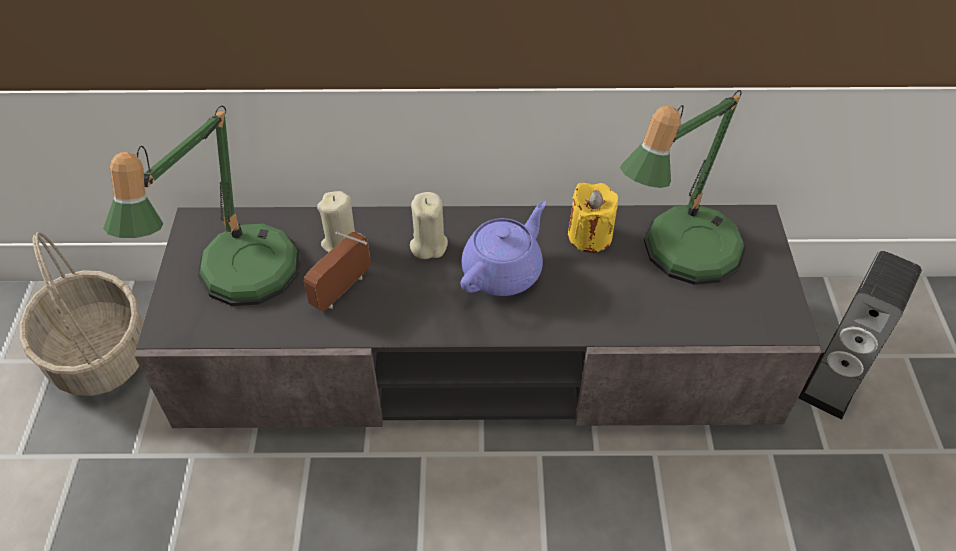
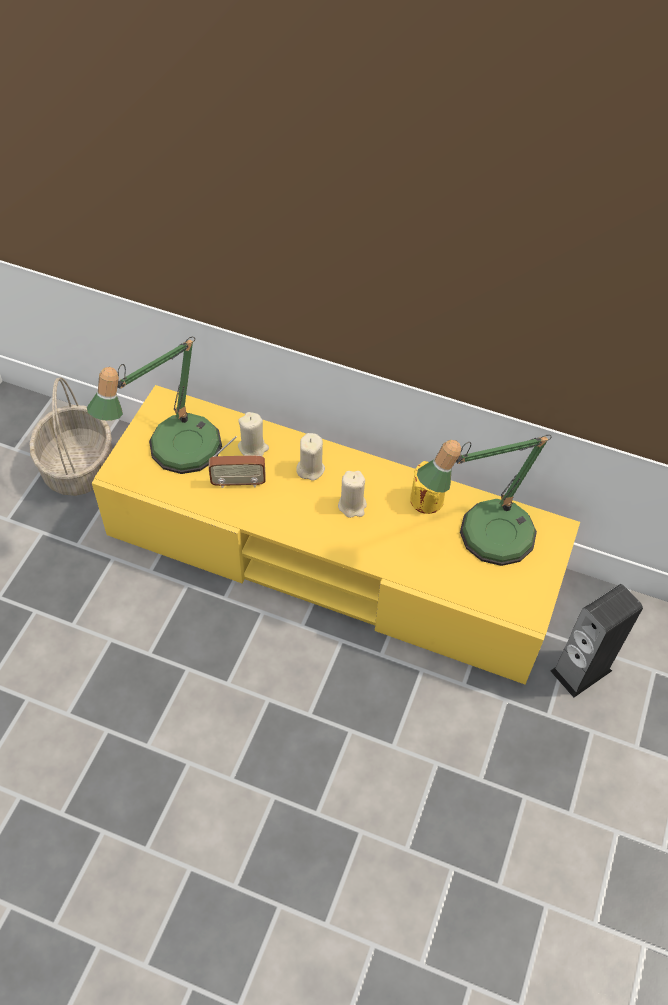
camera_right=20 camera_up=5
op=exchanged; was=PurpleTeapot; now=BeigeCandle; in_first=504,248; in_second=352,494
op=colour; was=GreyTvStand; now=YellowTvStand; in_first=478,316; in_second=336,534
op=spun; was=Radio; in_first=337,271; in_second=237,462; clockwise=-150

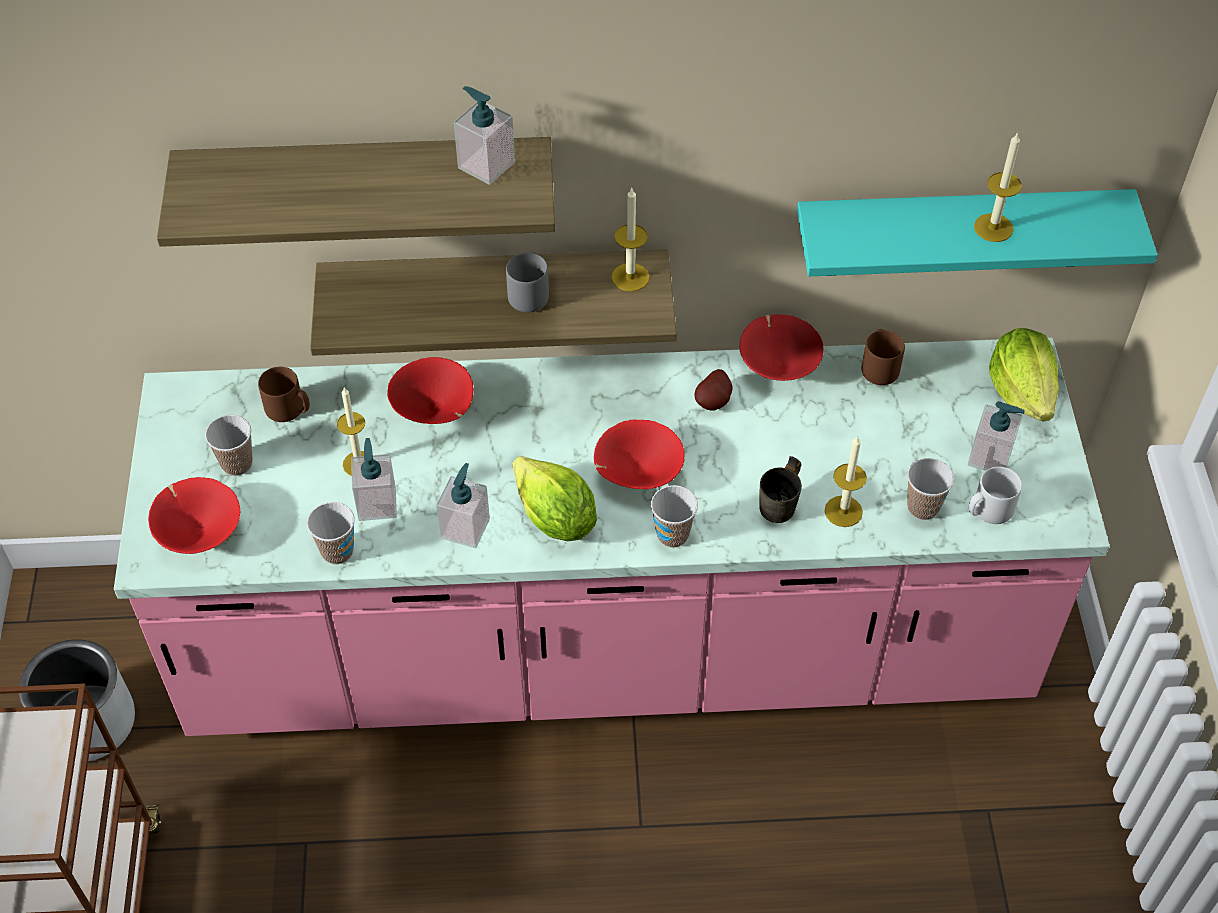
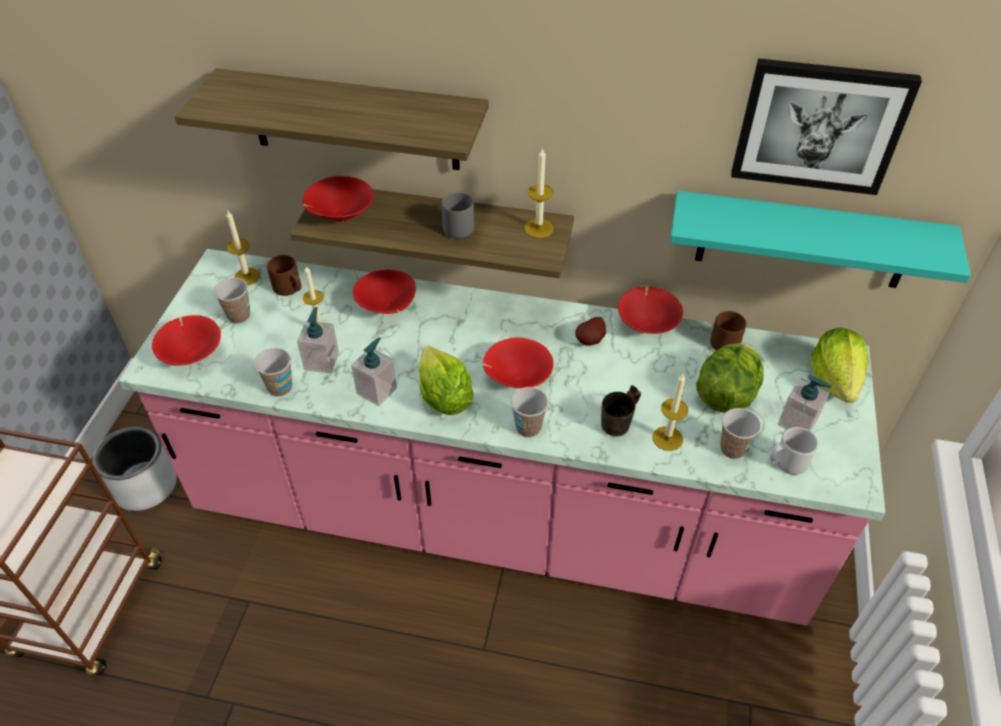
camera_right=15 camera_up=-5
op=missing; was=SoapDispenser; in_first=484,135
op=relocated; was=Candle; in_first=998,187; in_second=243,248
op=appeared; now=Picture; in_second=826,126
op=appeared; now=RedBowl; in_second=338,199
op=appeared; now=Lettuce; in_second=730,378

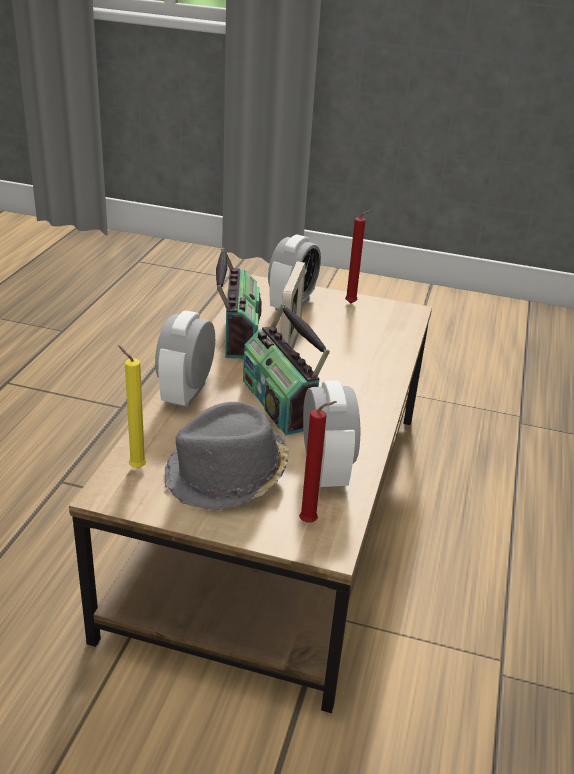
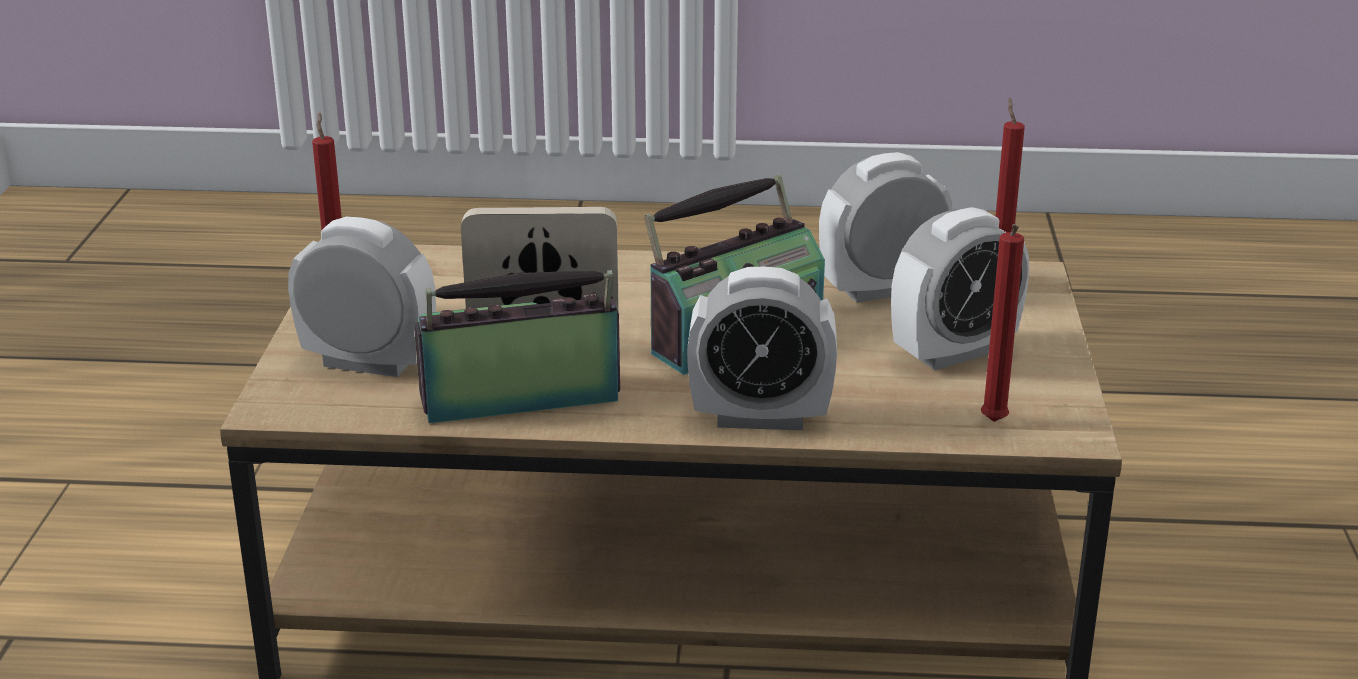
camera_right=-100 camera_up=-5
op=colour; was=YellowCandle; now=RedCandle; in_first=132,406; in_second=1002,323
op=exchanged; was=GreyHat; now=AlarmClock; in_first=227,456; in_second=960,288

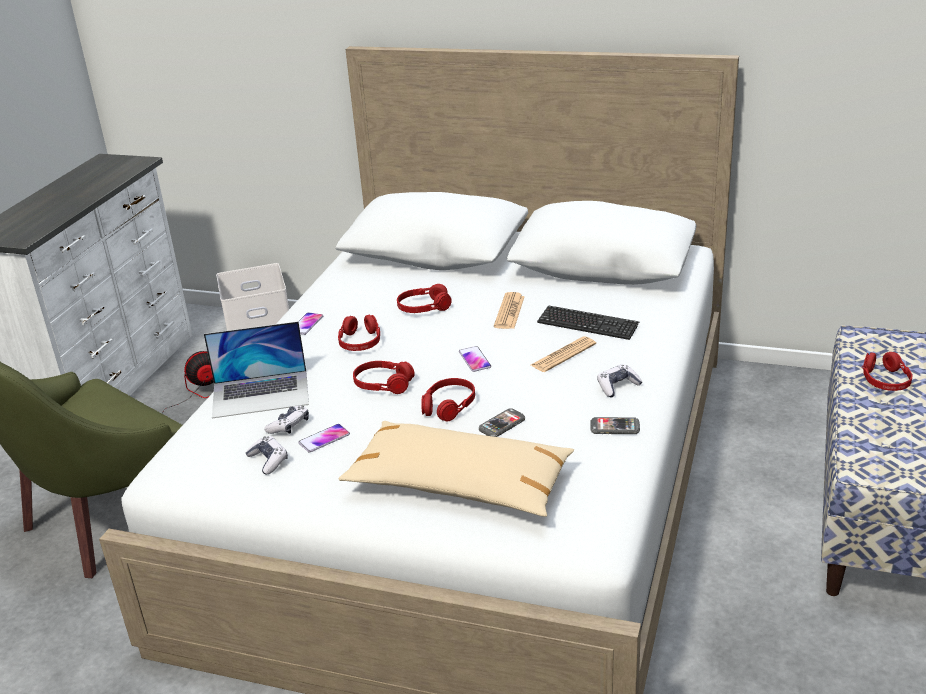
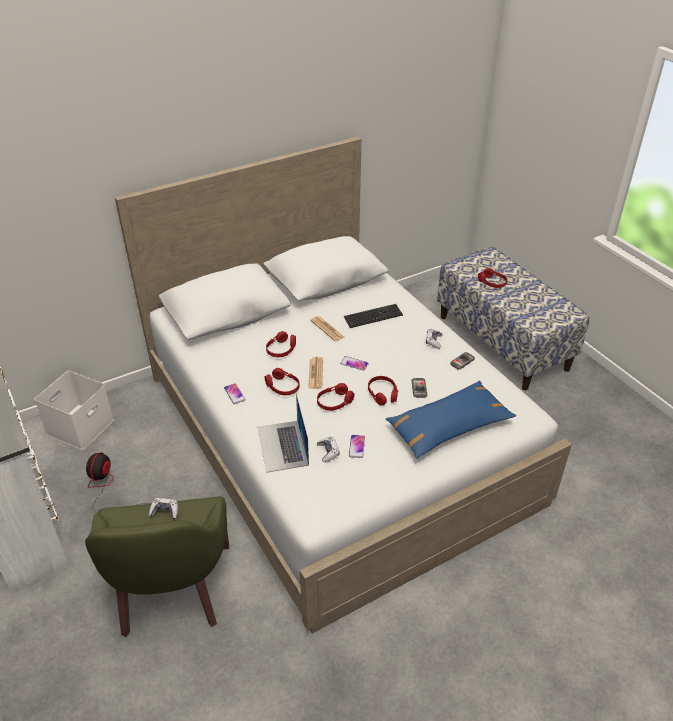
camera_right=-50 camera_up=10
op=spun; was=Laptop; in_first=256,369; in_second=283,433; clockwise=135
op=relocated; was=Newspaper; in_first=563,354; in_second=315,373
op=colour; was=BeigePillow; now=BluePillow; in_first=456,469; in_second=451,420
op=relocated; was=GameController; in_first=267,455; in_second=163,508

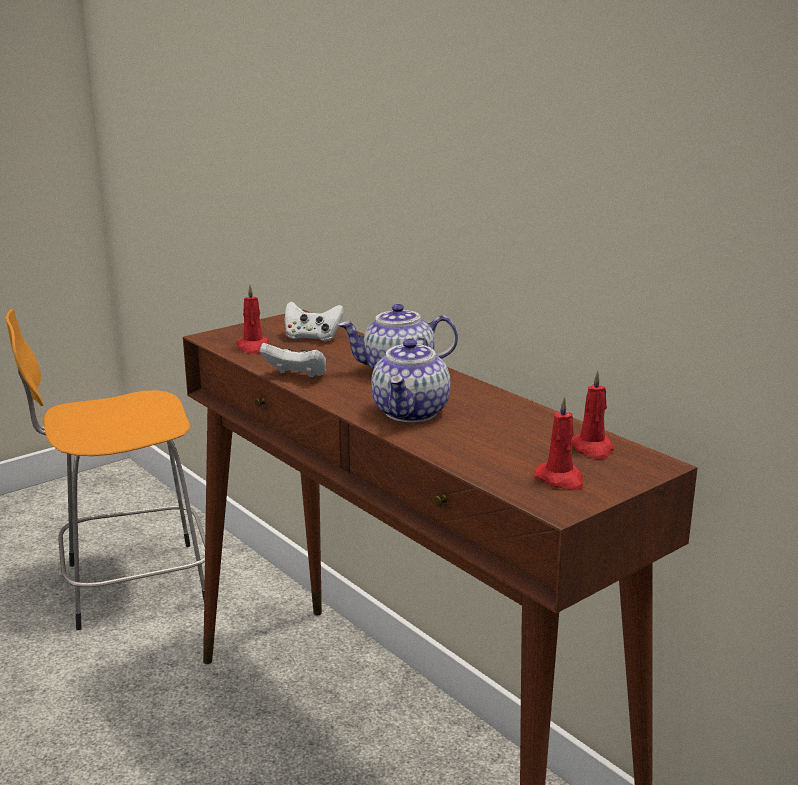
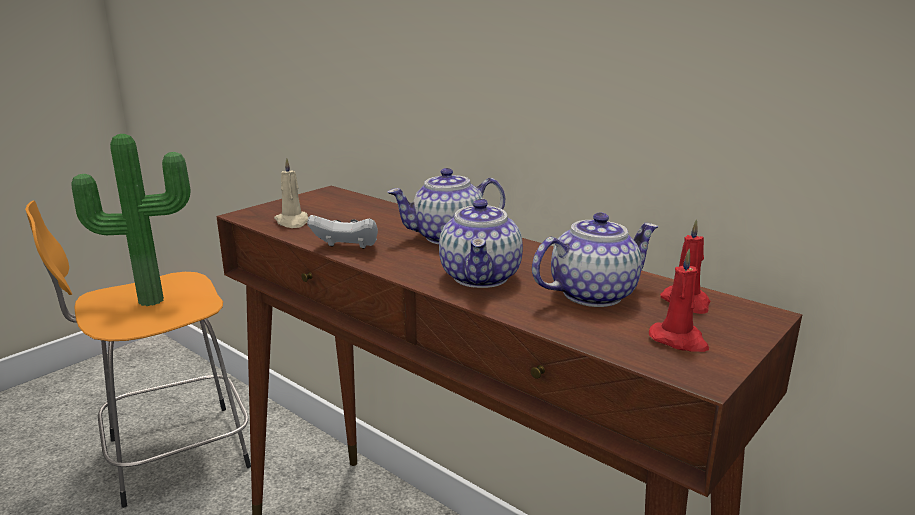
camera_right=-10 camera_up=0
op=colour; was=RedCandle; now=BeigeCandle; in_first=252,319; in_second=291,192
op=missing; was=WhiteGameController; in_first=314,321
op=appeared; now=PottedPlant; in_second=131,220
op=appeared; now=Teapot; in_second=595,259

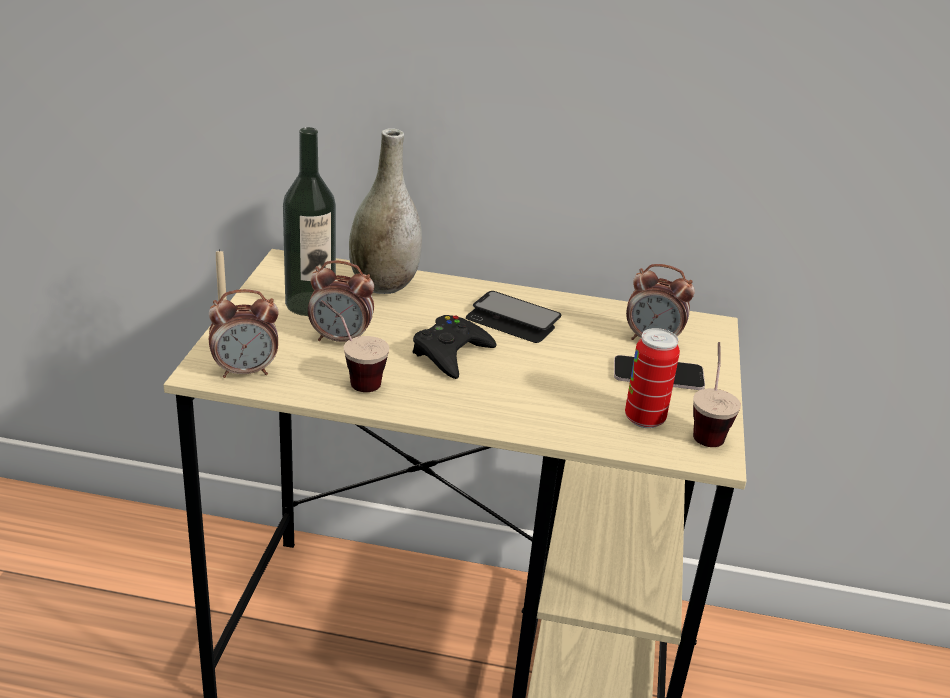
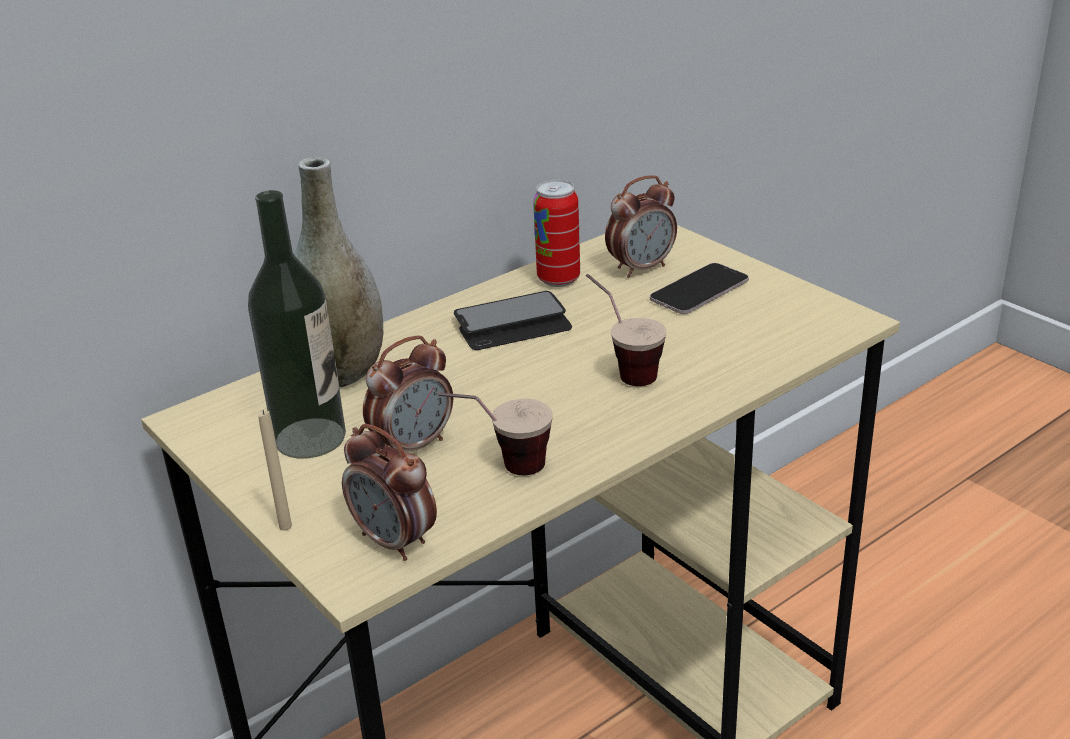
camera_right=-45 camera_up=0
op=spun; was=AlarmClock; in_first=244,333; in_second=389,492; clockwise=105
op=missing; was=BlackGameController; in_first=454,347
op=relocated; was=Can; in_first=652,378; in_second=556,233
op=relocated; was=Cup; in_first=717,394; in_second=626,330

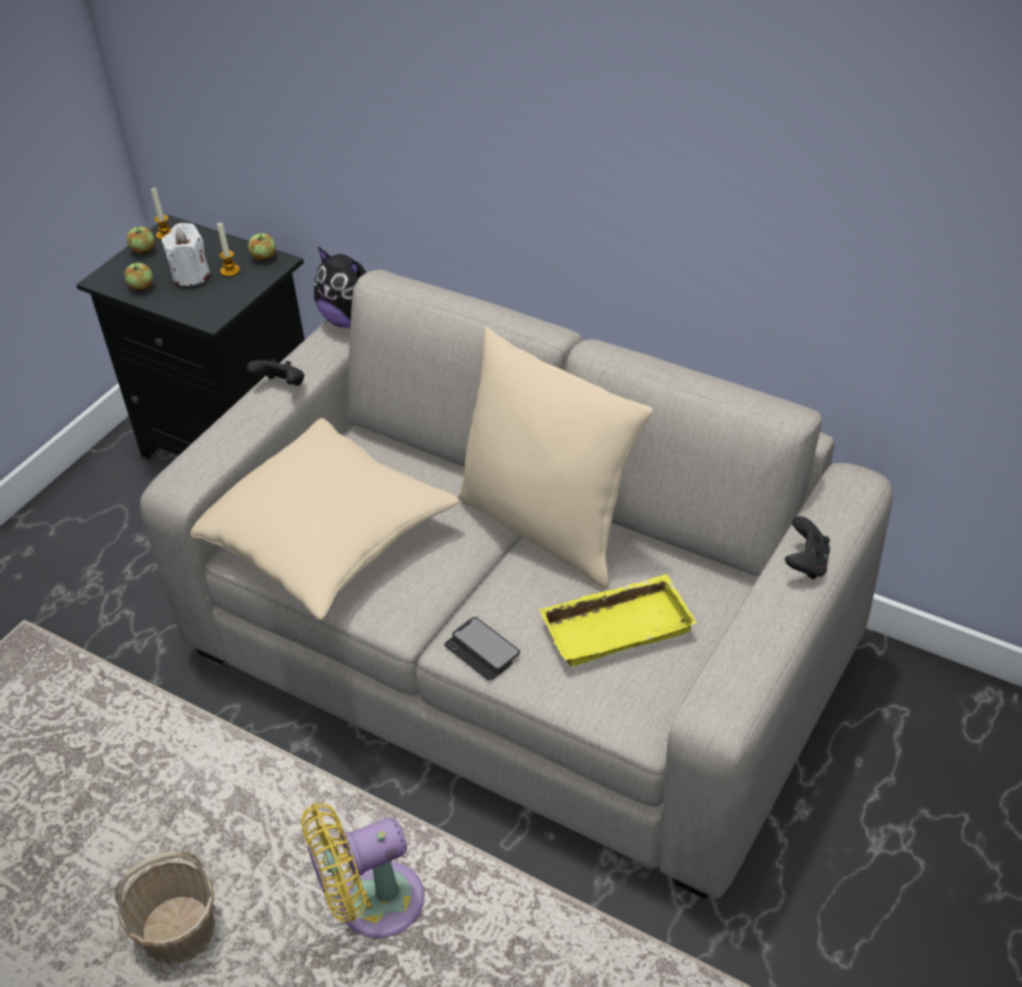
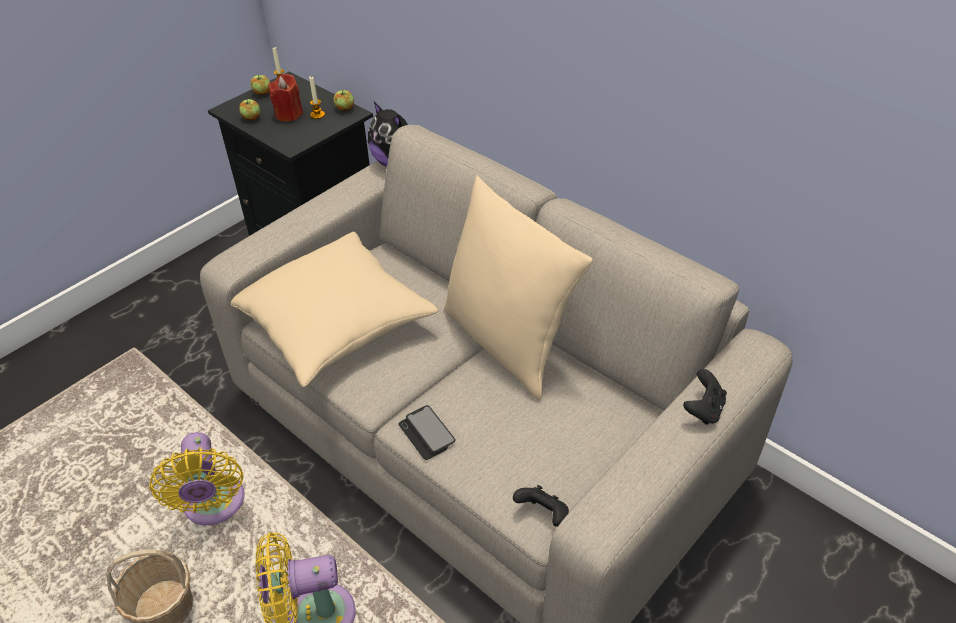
camera_right=10 camera_up=0
op=colour; was=WhiteCandle; now=RedCandle; in_first=186,254; in_second=285,98
op=relocated; was=BlackGameController; in_first=276,372; in_second=541,506
op=missing; was=YellowTray; in_first=618,620
op=appeared; now=YellowFan; in_second=197,478

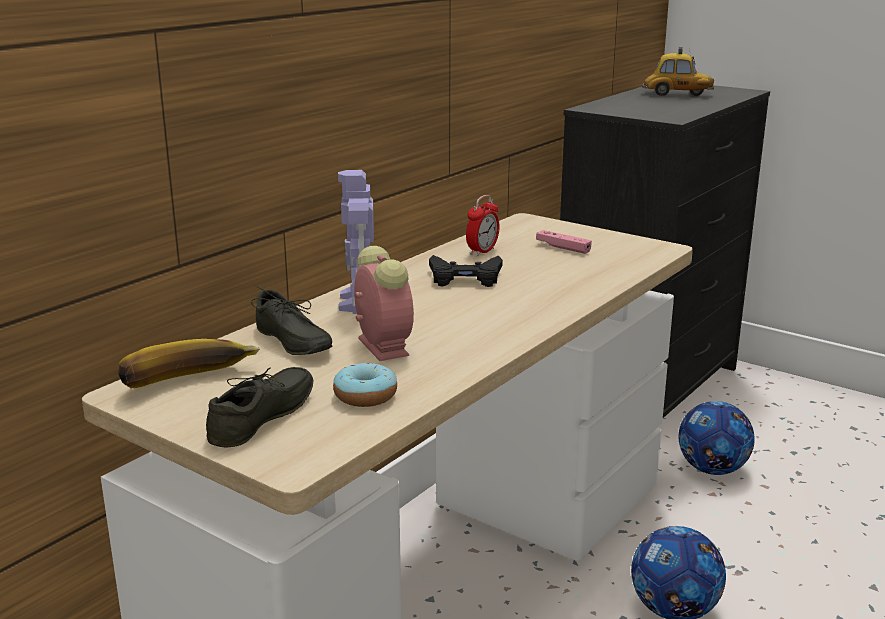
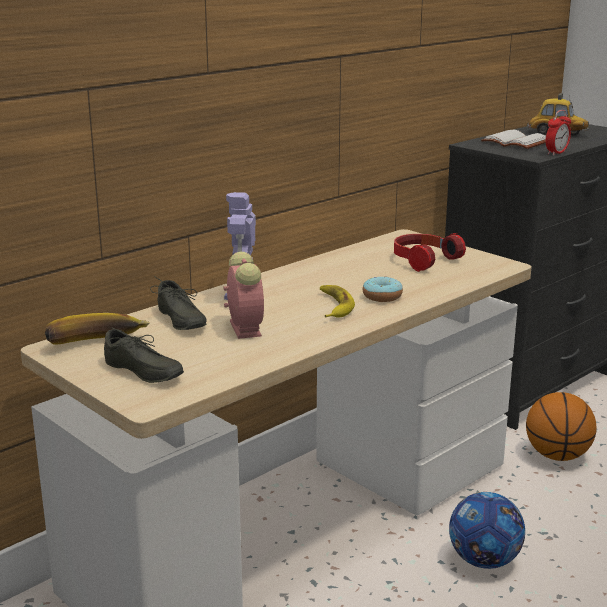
camera_right=10 camera_up=0
op=relocated; was=AlarmClock; in_first=483,225; in_second=558,133
op=exchanged; was=PinkGameController; now=Headphones; in_first=564,242; in_second=430,252
op=missing; was=BlackGameController; in_first=466,271
op=relocated; was=Donut; in_first=365,385; in_second=383,289
op=spun; was=GreyShoe; in_first=259,407; in_second=144,355; clockwise=90
op=exchanged; was=Football; now=Basketball; in_first=717,438; in_second=561,426
op=appeared; now=WhiteBook; in_second=513,139
op=appeared; now=Banana; in_second=337,301

